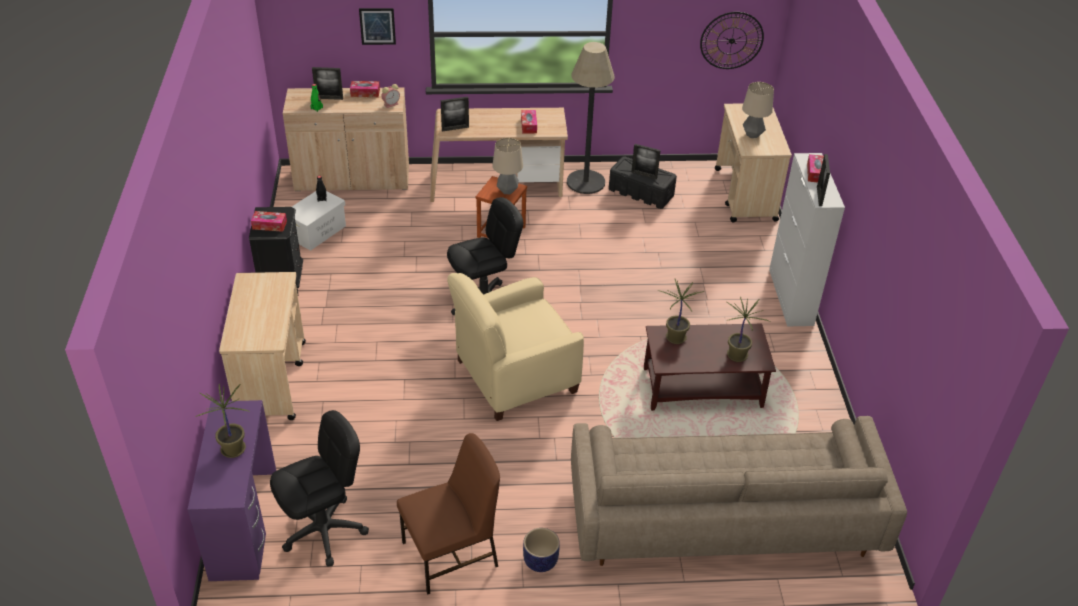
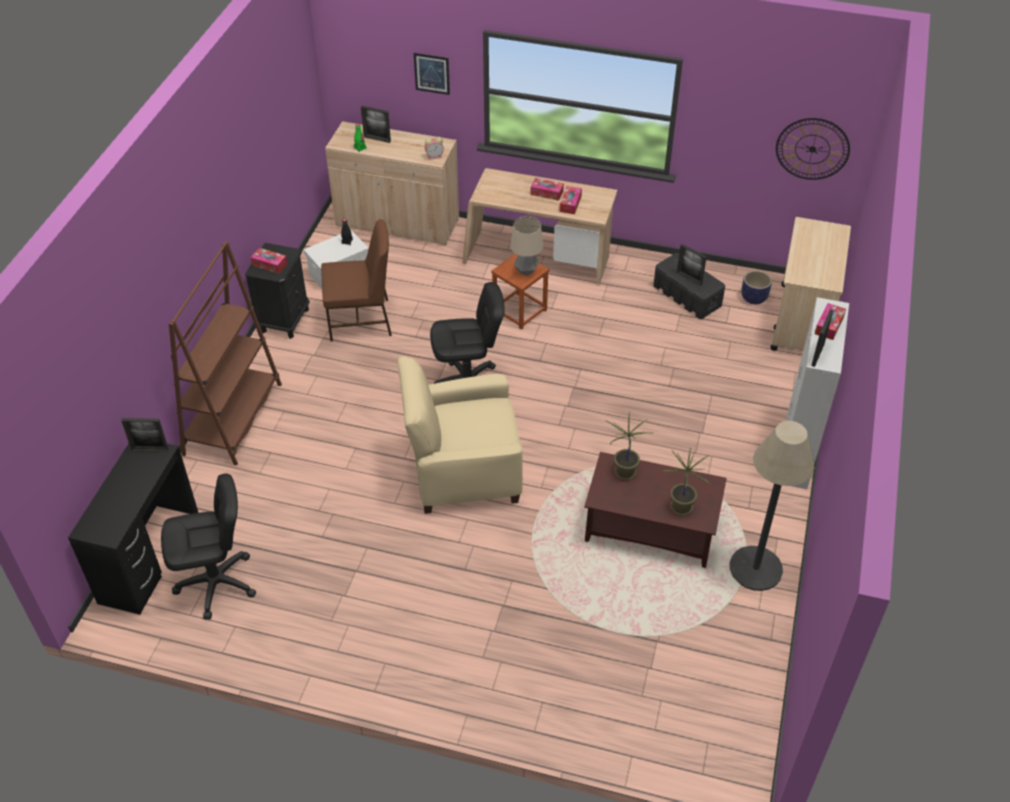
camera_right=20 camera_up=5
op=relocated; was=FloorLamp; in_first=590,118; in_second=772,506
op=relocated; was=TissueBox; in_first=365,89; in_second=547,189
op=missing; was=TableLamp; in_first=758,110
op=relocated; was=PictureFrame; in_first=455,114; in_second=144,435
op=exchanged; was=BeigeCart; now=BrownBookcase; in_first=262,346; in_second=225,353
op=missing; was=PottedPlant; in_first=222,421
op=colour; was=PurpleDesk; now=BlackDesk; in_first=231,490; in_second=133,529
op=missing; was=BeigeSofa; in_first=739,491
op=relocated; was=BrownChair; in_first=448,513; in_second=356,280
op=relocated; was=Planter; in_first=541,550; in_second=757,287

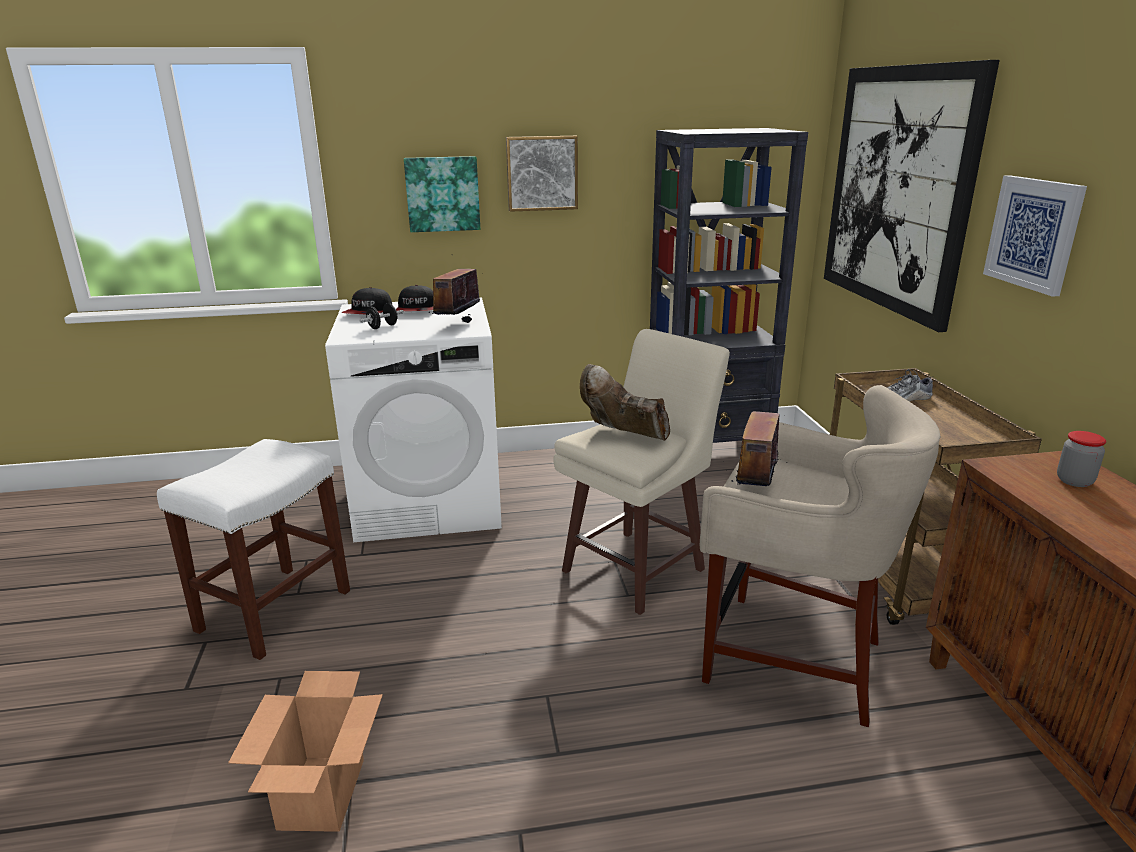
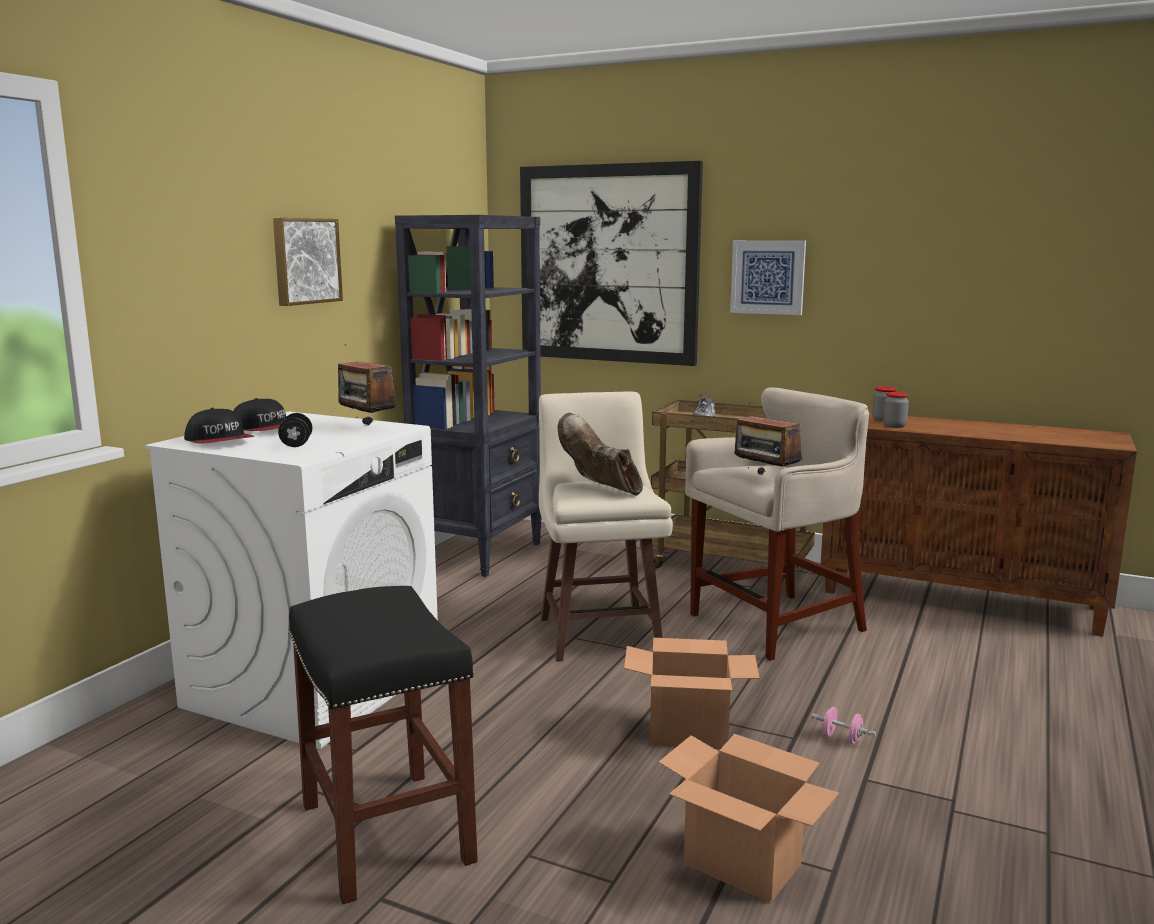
camera_right=-55 camera_up=-10
op=missing; was=Picture; in_first=442,194
op=spun; was=BrownBoot; in_first=625,402; in_second=600,454; clockwise=75
op=colour; was=WhiteStool; now=BlackStool; in_first=253,549; in_second=383,745
op=appeared; now=Jar; in_second=896,410
op=appeared; now=CardboardBox; in_second=692,693
op=appeared; now=PinkDumbbell; in_second=844,725

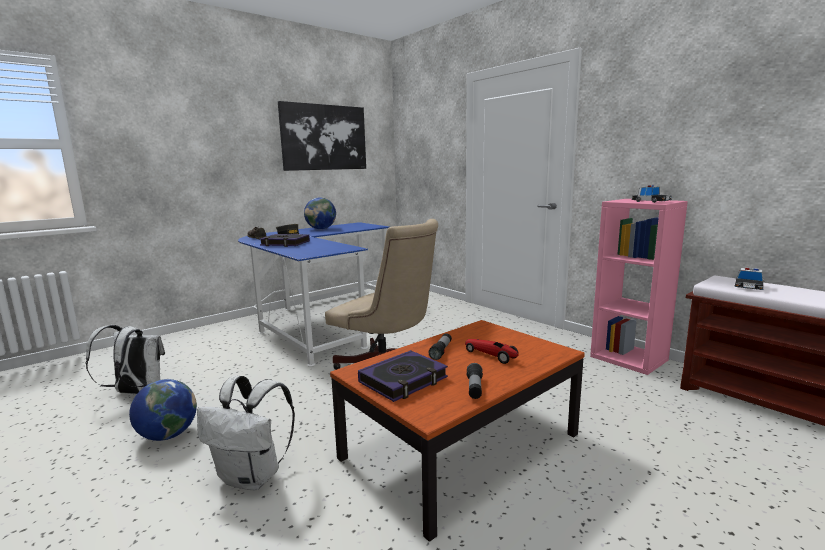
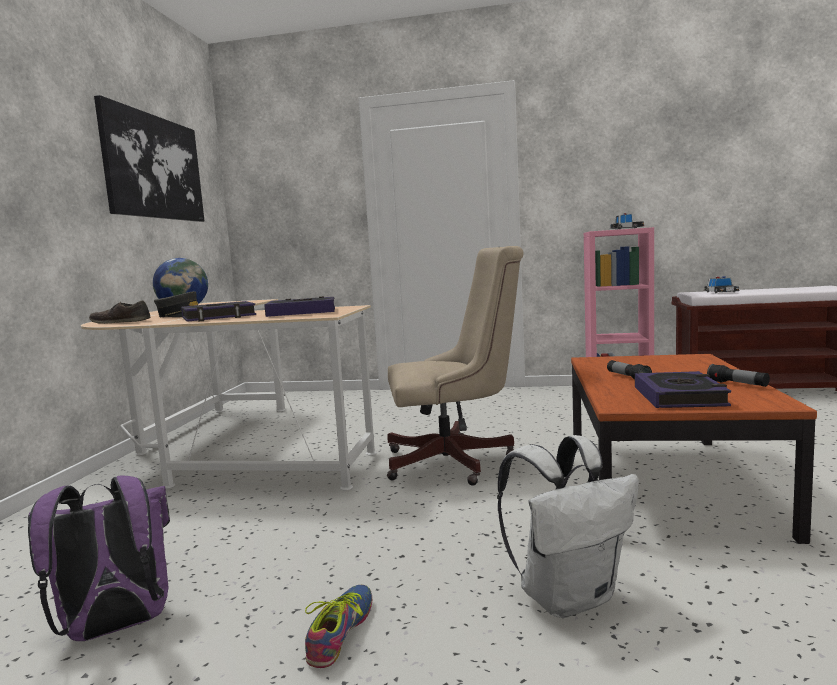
camera_right=-40 camera_up=-5
op=colour; was=BlueDesk; now=BeigeDesk; in_first=313,294; in_second=229,394
op=colour; was=WhiteBackpack; now=PurpleBackpack; in_first=125,359; in_second=99,558
op=missing; was=ToyCar; in_first=492,351
op=exchanged; was=Globe; now=Shoe; in_first=163,410; in_second=338,626
op=appeared; now=Book; in_second=299,306

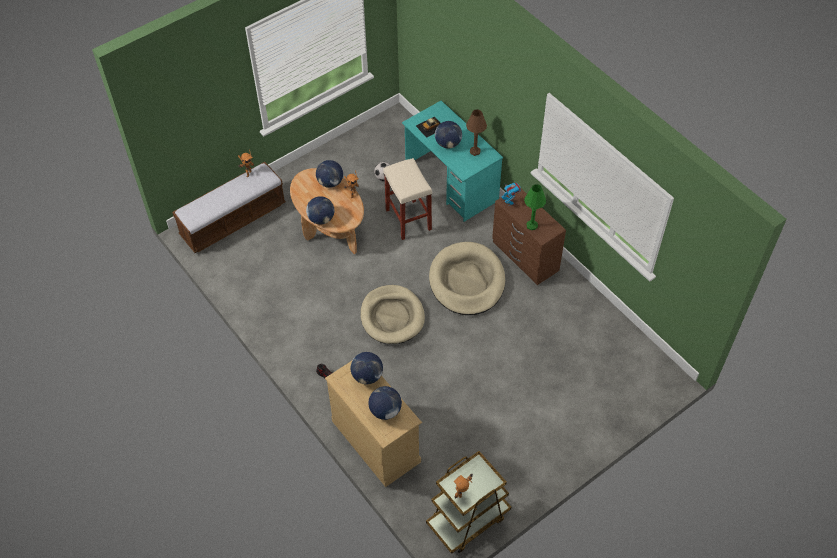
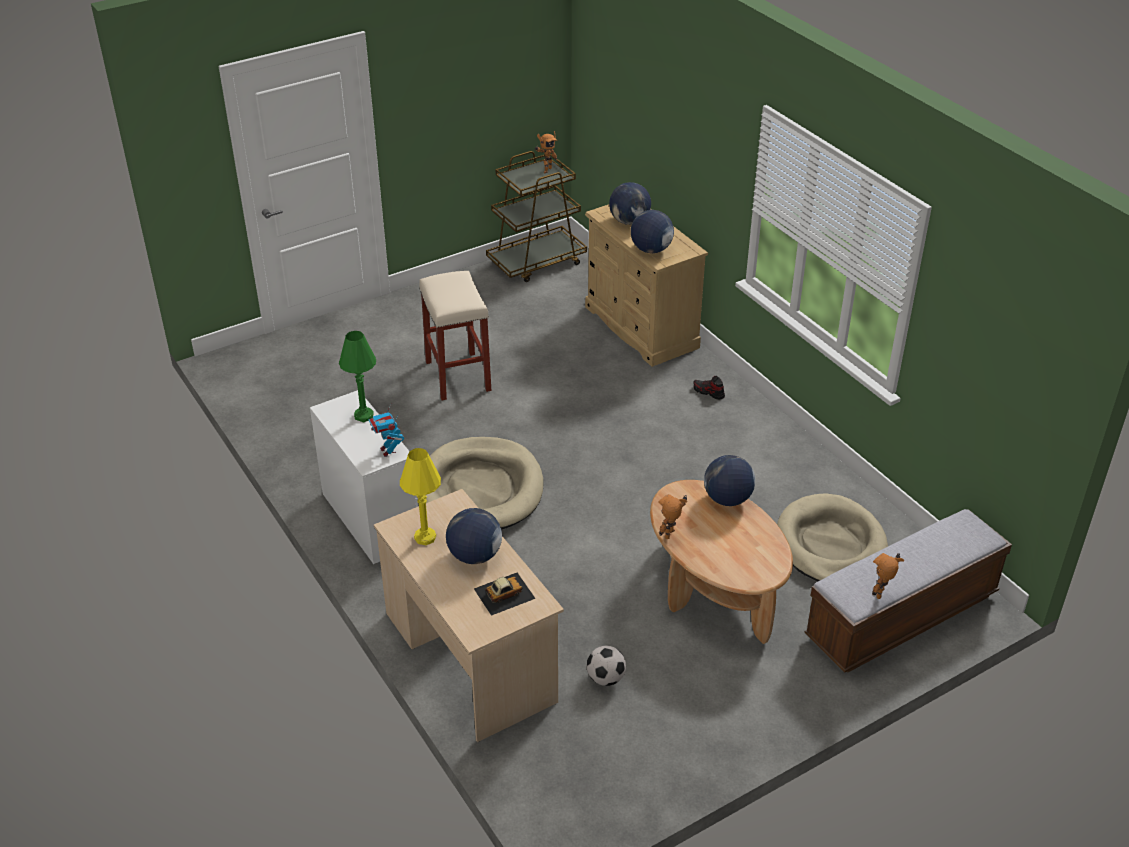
camera_right=-175 camera_up=-15
op=colour; was=TurquoiseDesk; now=BeigeDesk; in_first=452,161; in_second=469,615
op=colour; was=BrownTableLamp; now=YellowTableLamp; in_first=476,132; in_second=420,496
op=relocated; was=BeigeStool; in_first=407,199; in_second=455,335
op=missing; was=Globe; in_first=329,174
op=colour; was=BrownDresser; now=WhiteDresser; in_first=529,237; in_second=364,477
op=relocated; was=BeigeDogBed; in_first=392,314; in_second=832,537

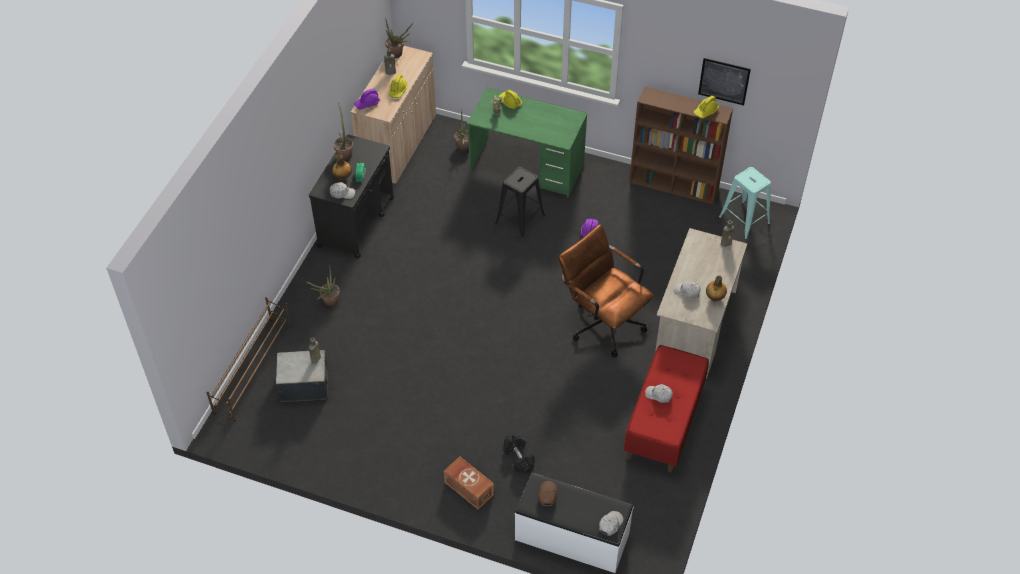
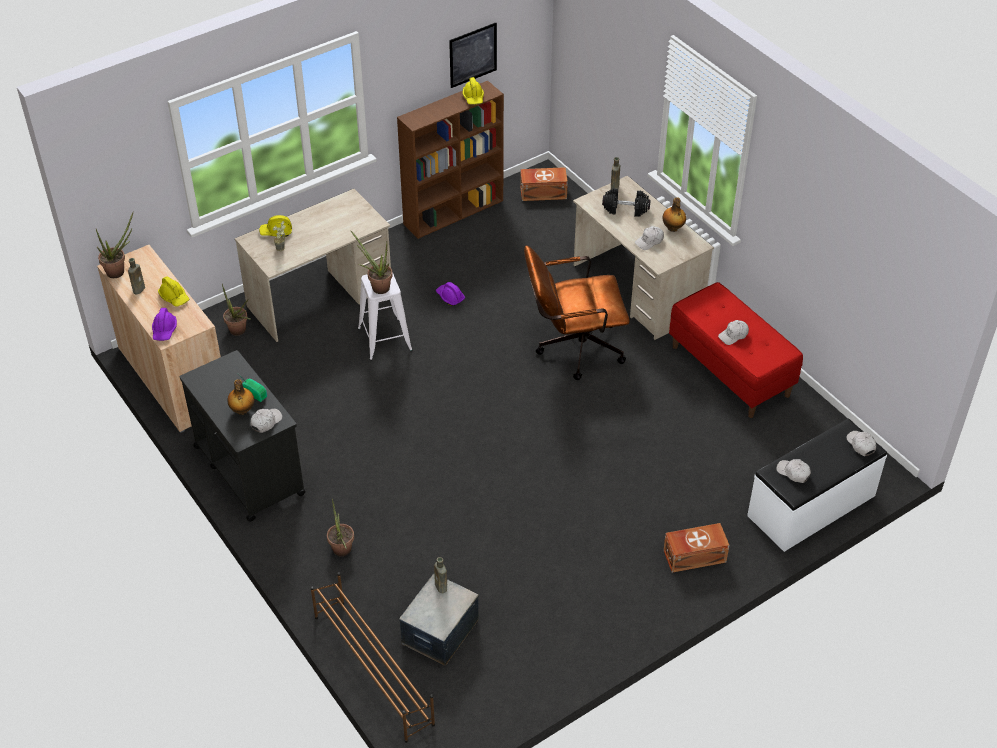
camera_right=-55 camera_up=-5
op=colour; was=GreenDesk; now=BeigeDesk; in_first=527,143; in_second=313,265
op=relocated; was=PottedPlant; in_first=343,131; in_second=371,262
op=colour; was=BlackStool; now=WhiteStool; in_first=520,203; in_second=385,316
op=exchanged; was=TurquoiseStool; now=BrownStorageBox; in_first=745,203; in_second=544,184
op=relocated; was=BlackDumbbell; in_first=519,454; in_second=626,202
op=colour; was=BrownCap; now=WhiteCap; in_first=547,493; in_second=793,471

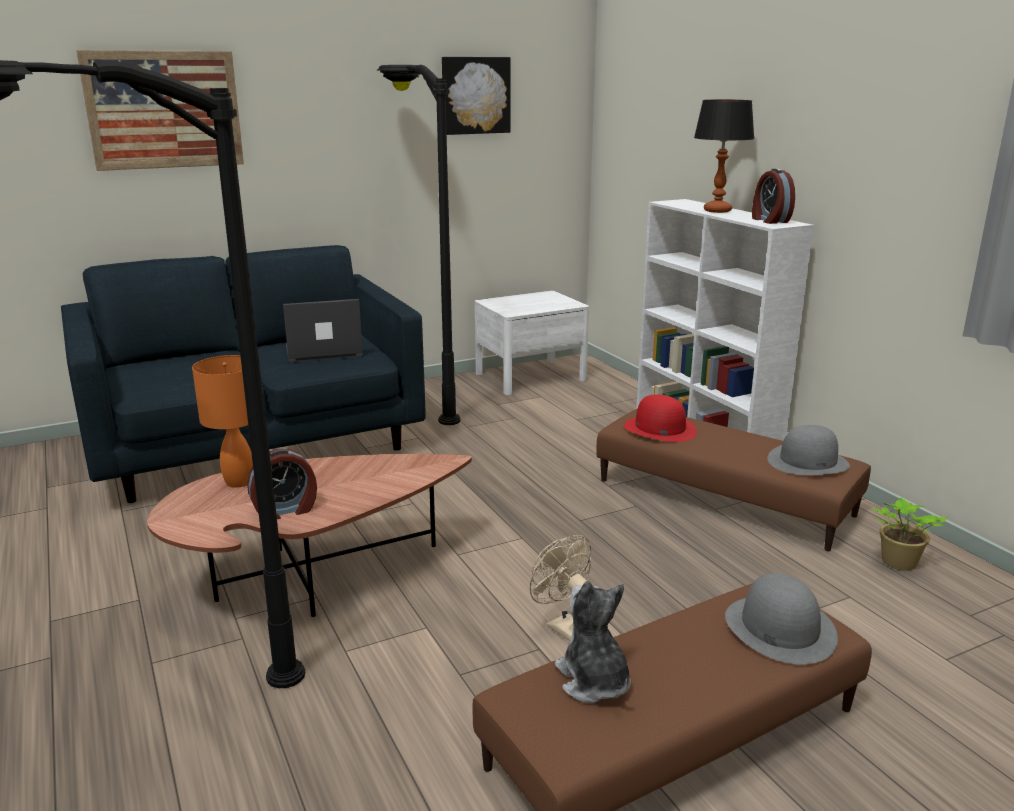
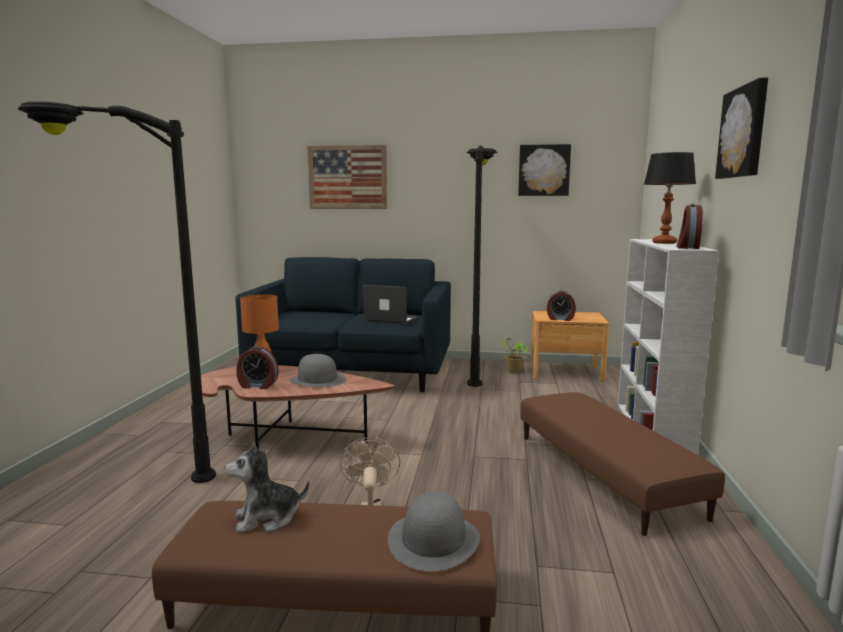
camera_right=35 camera_up=-10
op=colour; was=WhiteNightstand; now=BrownNightstand; in_first=532,343; in_second=570,346
op=missing; was=RedHat; in_first=660,418
op=relocated; was=GreyHat; in_first=808,450; in_second=317,370
op=relocated; was=PottedPlant; in_first=909,534; in_second=513,355
op=spun; was=PlushToy; in_first=593,642; in_second=267,487; clockwise=-120
op=appeared; now=Picture; in_second=741,128
op=appeared; now=AlarmClock; in_second=561,306

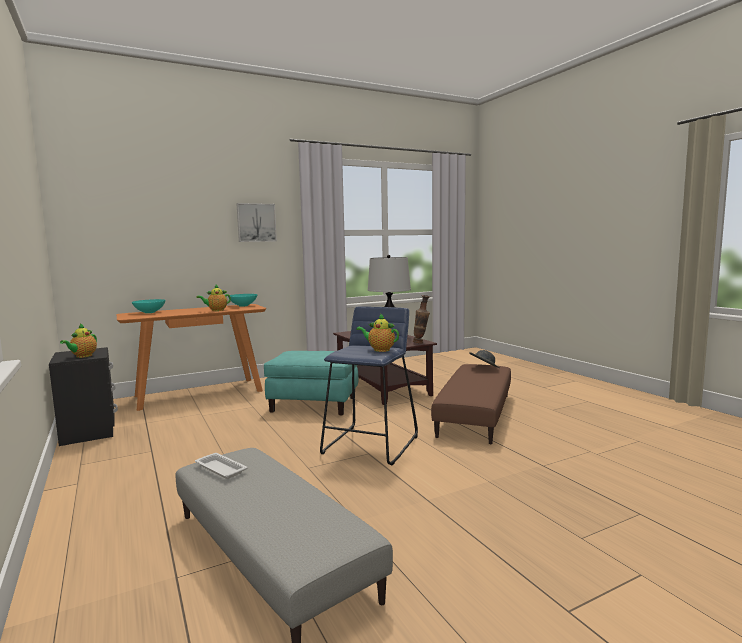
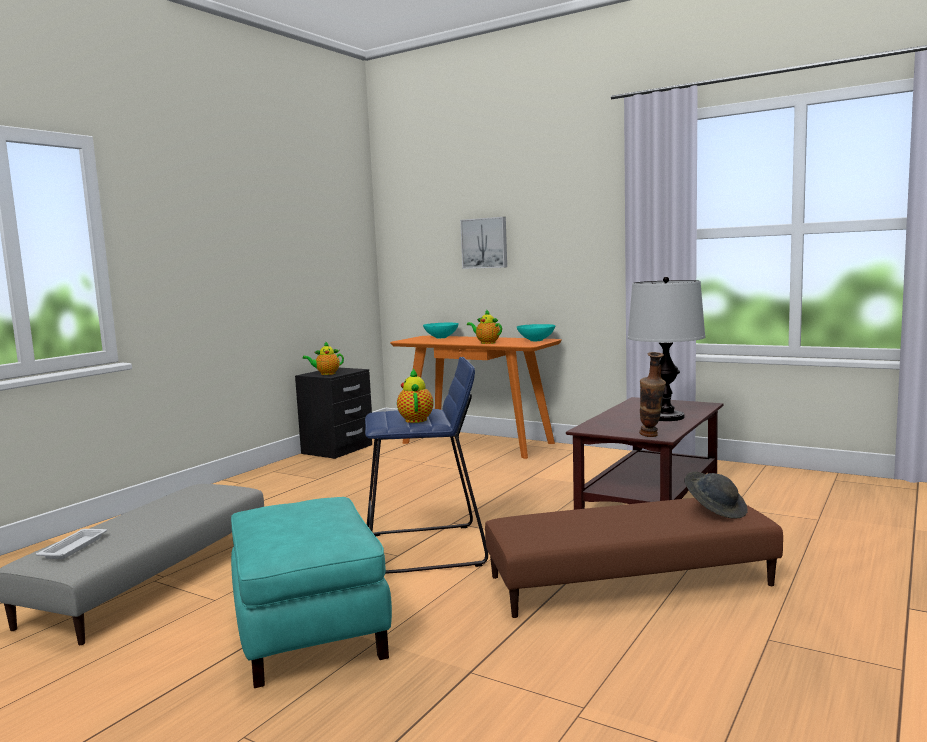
camera_right=60 camera_up=0
op=relocated; was=Picture; in_first=257,222; in_second=483,243
op=relocated; was=TurquoiseOttoman; in_first=311,383; in_second=311,592
op=relocated; was=WhiteTray; in_first=221,466; in_second=71,544

